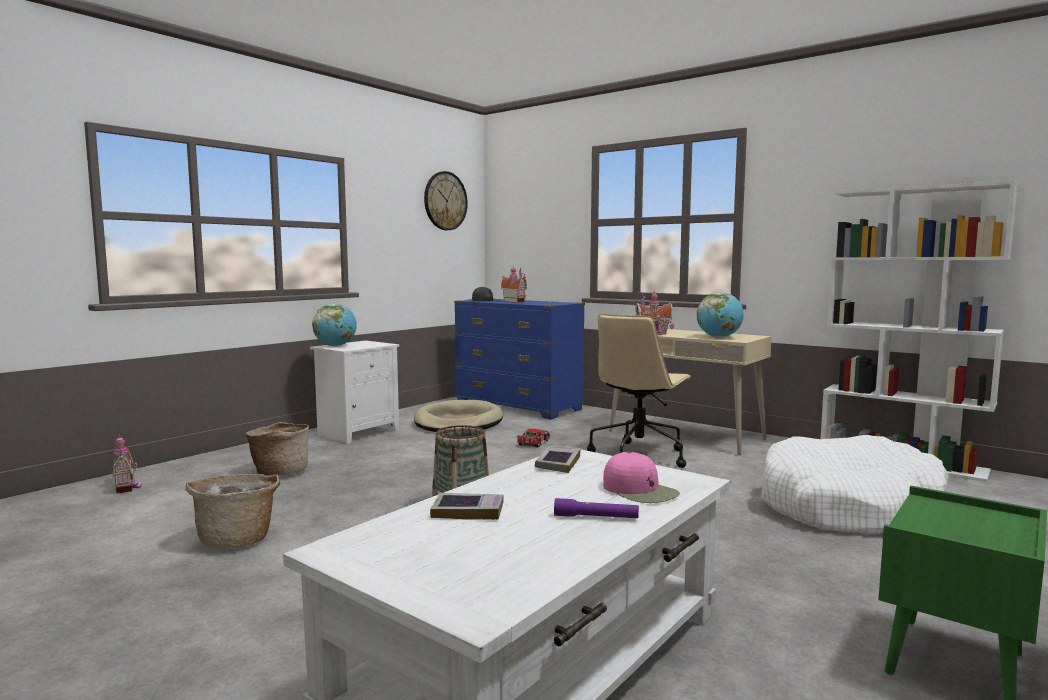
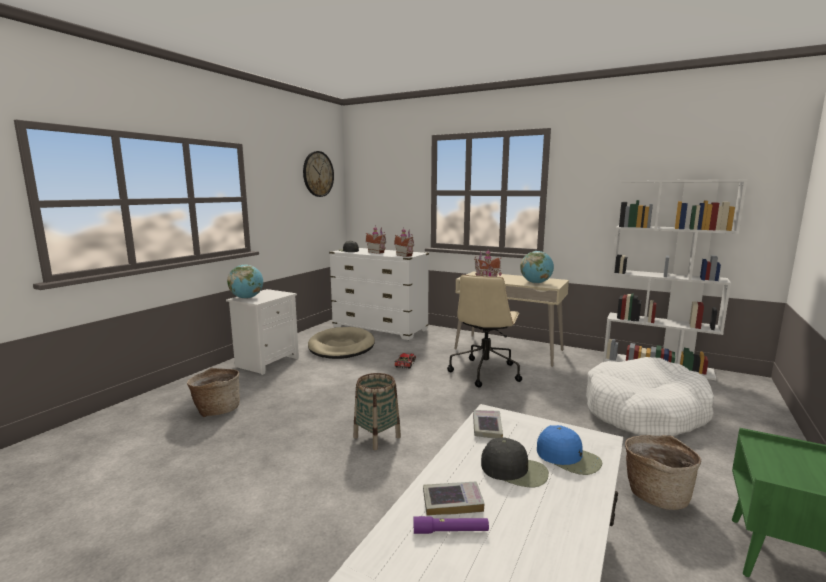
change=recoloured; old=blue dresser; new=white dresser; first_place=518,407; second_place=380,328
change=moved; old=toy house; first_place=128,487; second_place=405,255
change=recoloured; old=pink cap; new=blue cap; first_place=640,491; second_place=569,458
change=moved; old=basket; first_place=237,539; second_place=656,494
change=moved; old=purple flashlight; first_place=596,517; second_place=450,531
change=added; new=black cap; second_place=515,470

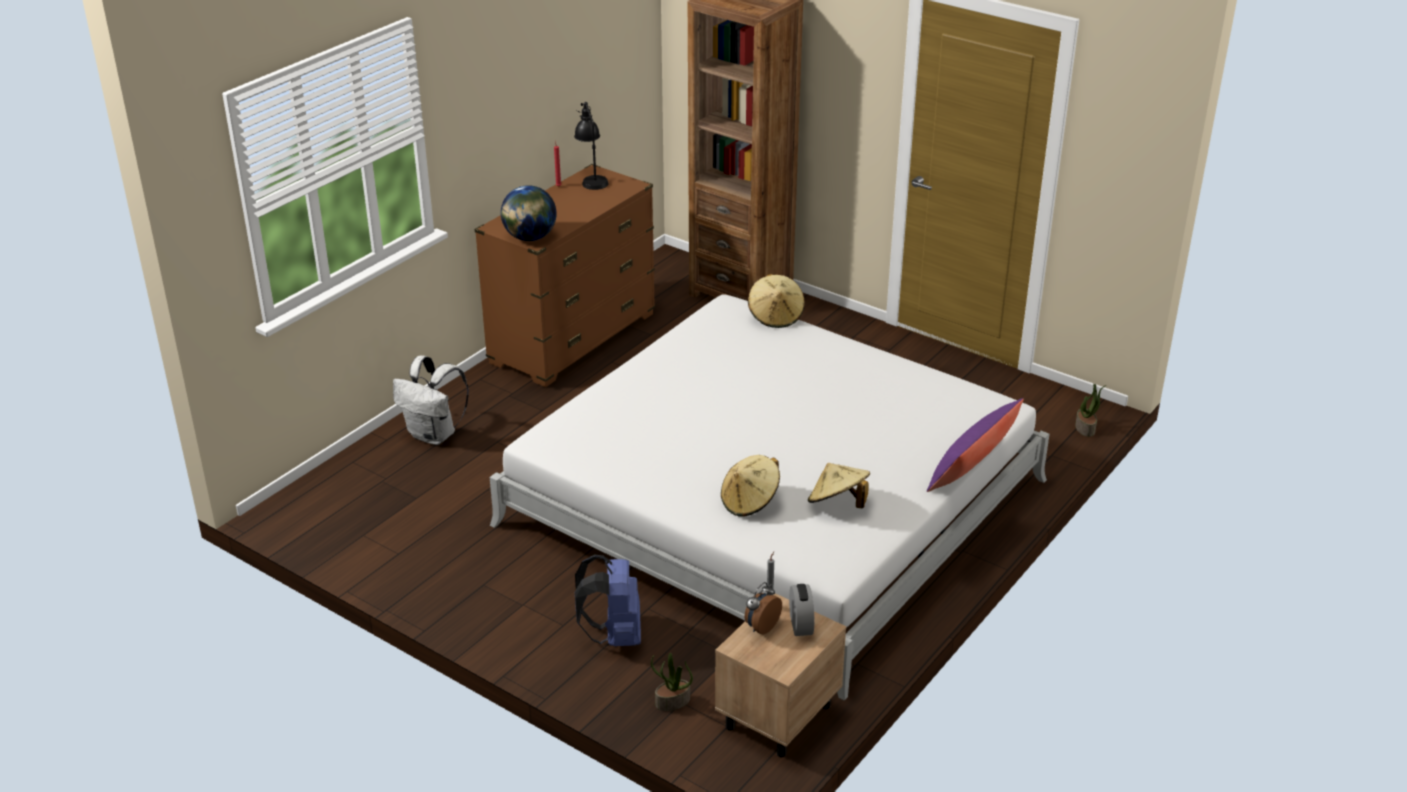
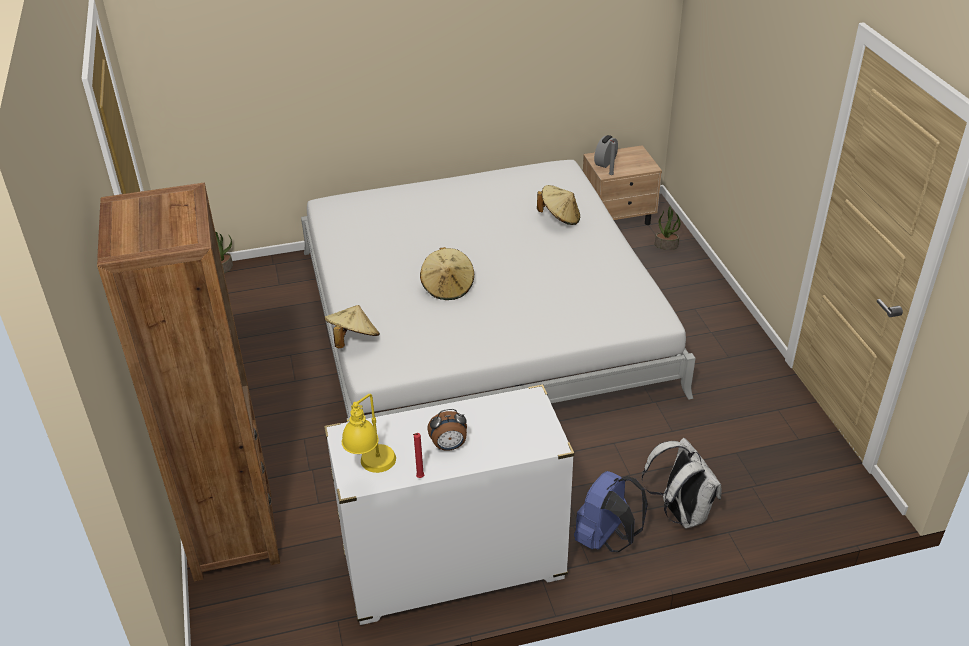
change=recoloured; old=black table lamp; new=yellow table lamp; first_place=591,179; second_place=372,470
change=recoloured; old=brown dresser; new=white dresser; first_place=573,339; second_place=453,567
change=removed; old=globe; first_place=530,238
change=removed; old=purple pillow; first_place=972,467
change=moved; old=beige hat; first_place=838,504; second_place=448,287
change=moved; old=blue backpack; first_place=614,635; second_place=606,539
change=moved; old=alarm clock; first_place=761,626; second_place=449,446

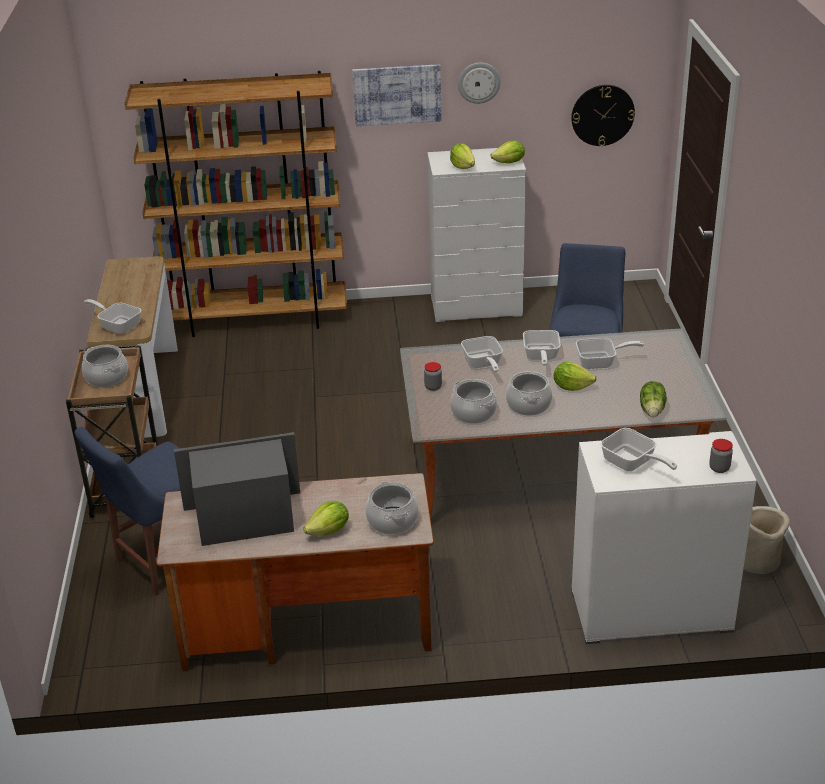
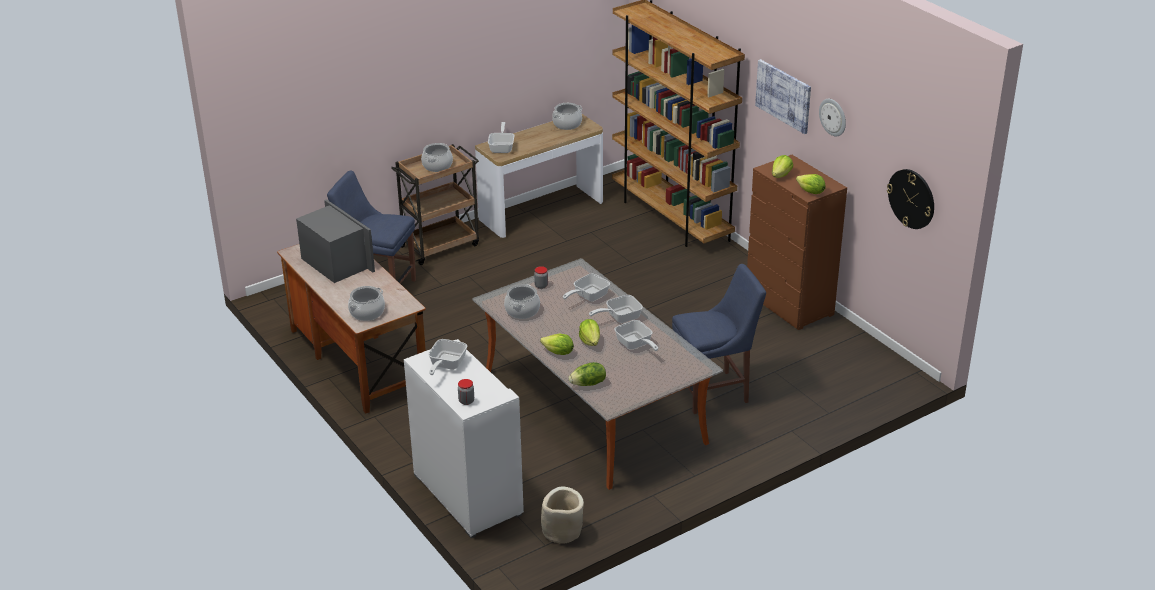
change=recoloured; old=white dresser; new=brown dresser; first_place=477,307; second_place=789,304
change=moved; old=cooking pot; first_place=529,405; second_place=567,124
change=moved; old=lettuce; first_place=329,531; second_place=558,353

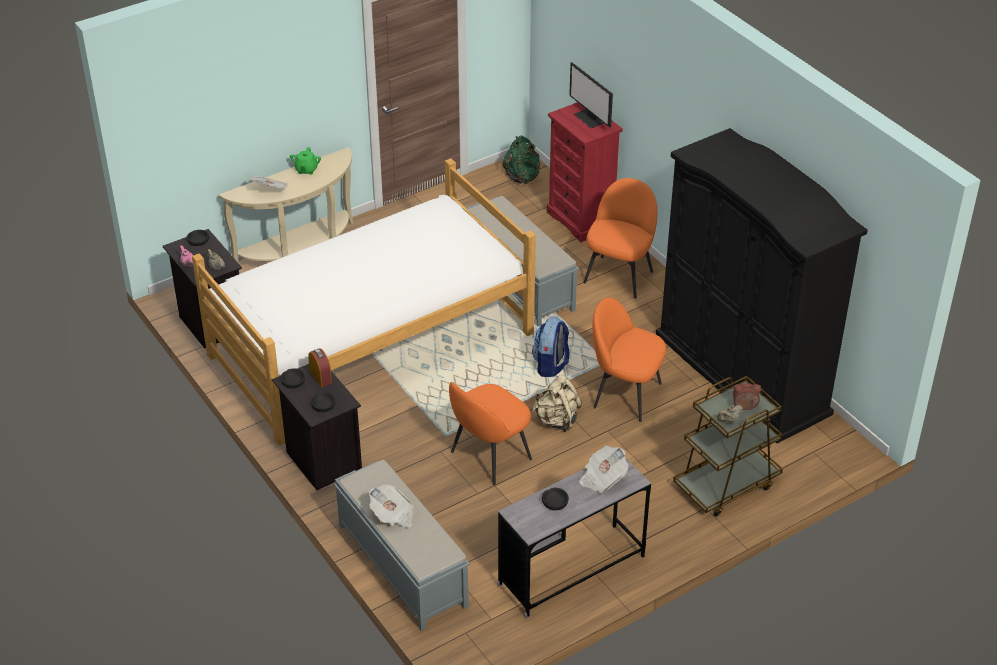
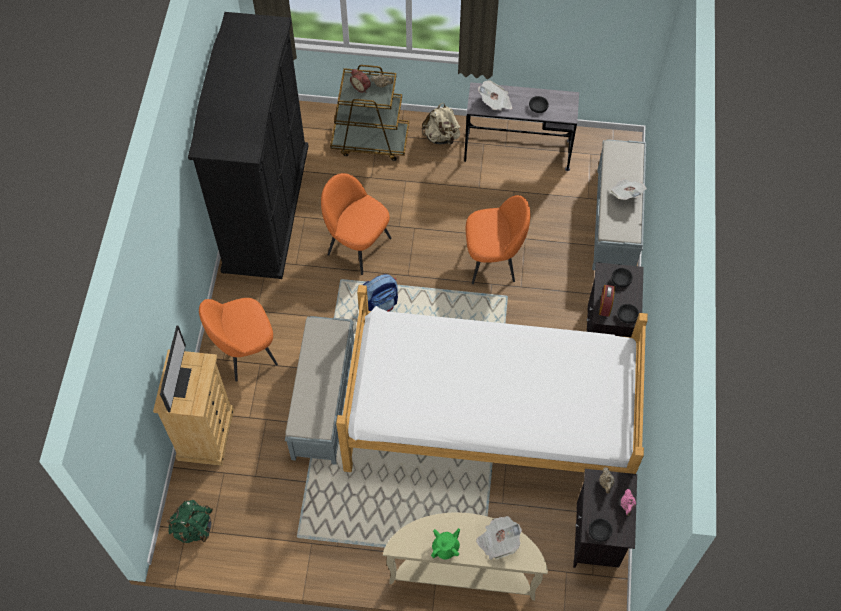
change=recoloured; old=red dresser; new=beige dresser; first_place=581,220; second_place=205,434
change=turned; old=orange chair; first_place=625,394; second_place=357,245; degrees=150
change=moved; old=beige backpack; first_place=557,420; second_place=441,136

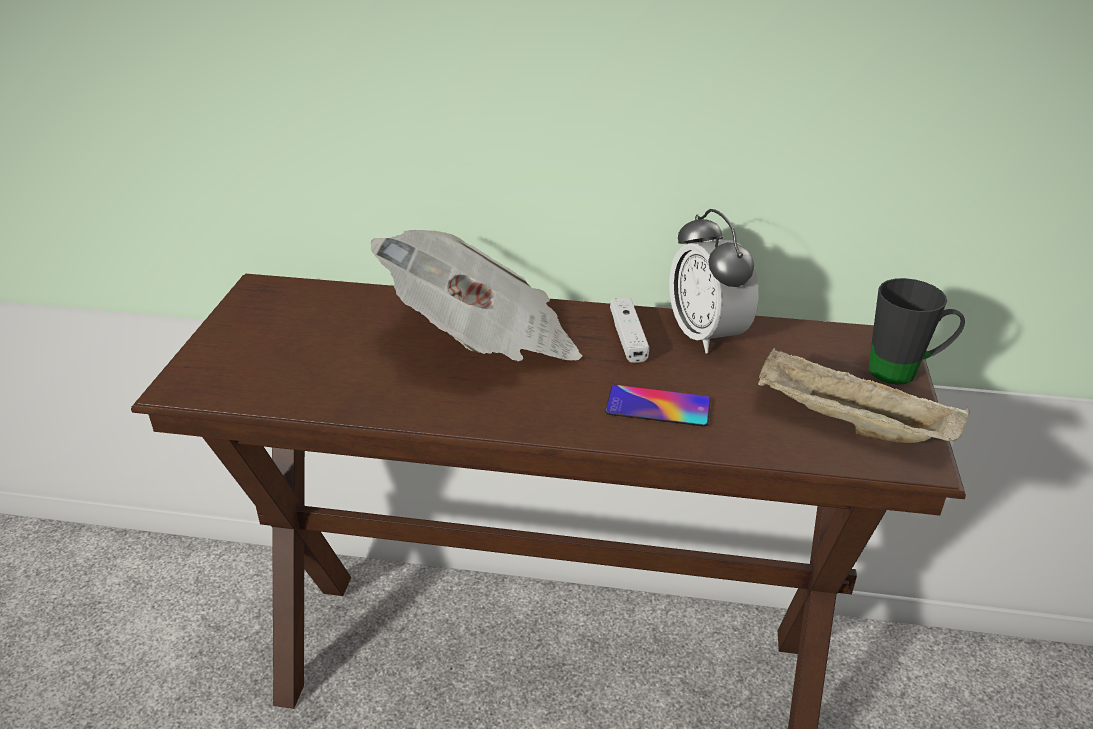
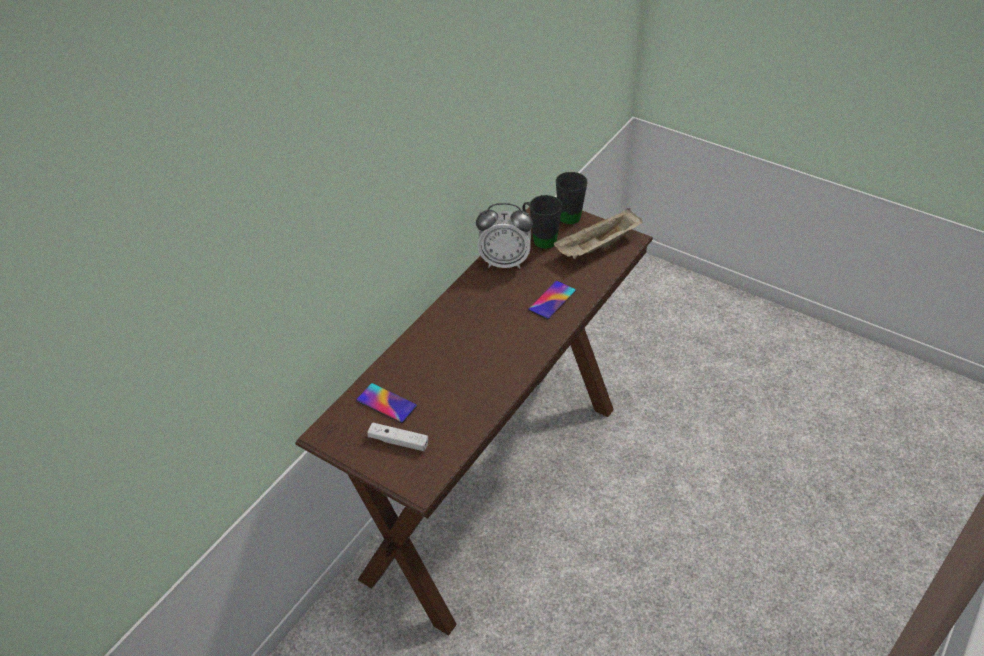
change=removed; old=newspaper; first_place=484,342
change=moved; old=white game controller; first_place=628,338; second_place=398,441
change=added; new=black mug; second_place=539,238
change=added; new=phone; second_place=386,403

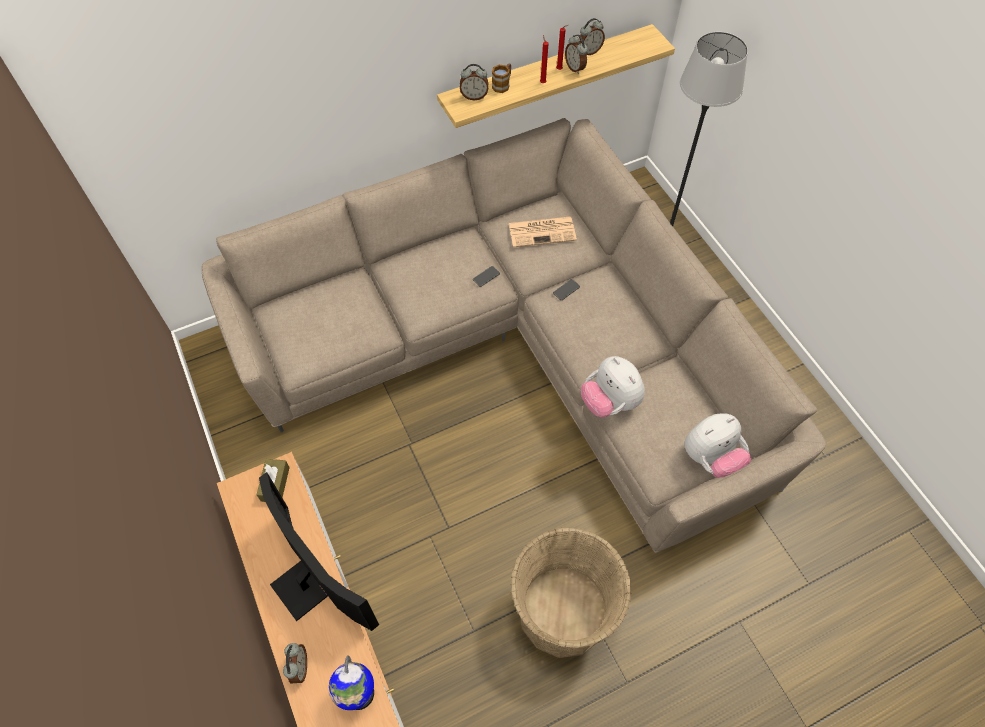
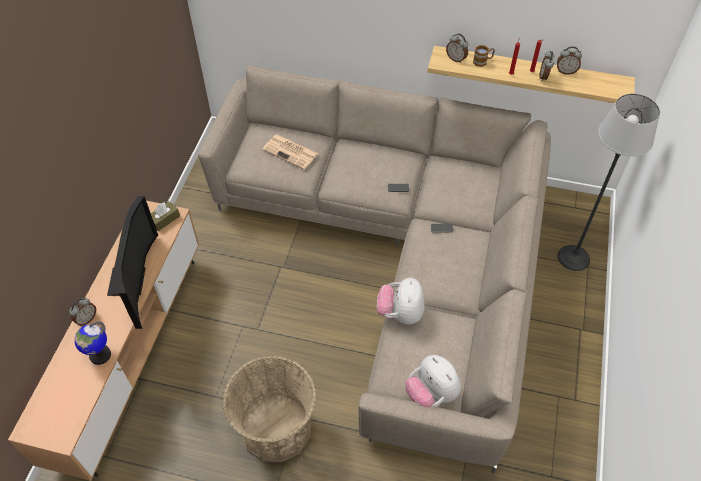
change=moved; old=newspaper; first_place=543,231; second_place=291,152
change=turned; old=plush toy; first_place=711,458; second_place=431,393; degrees=45

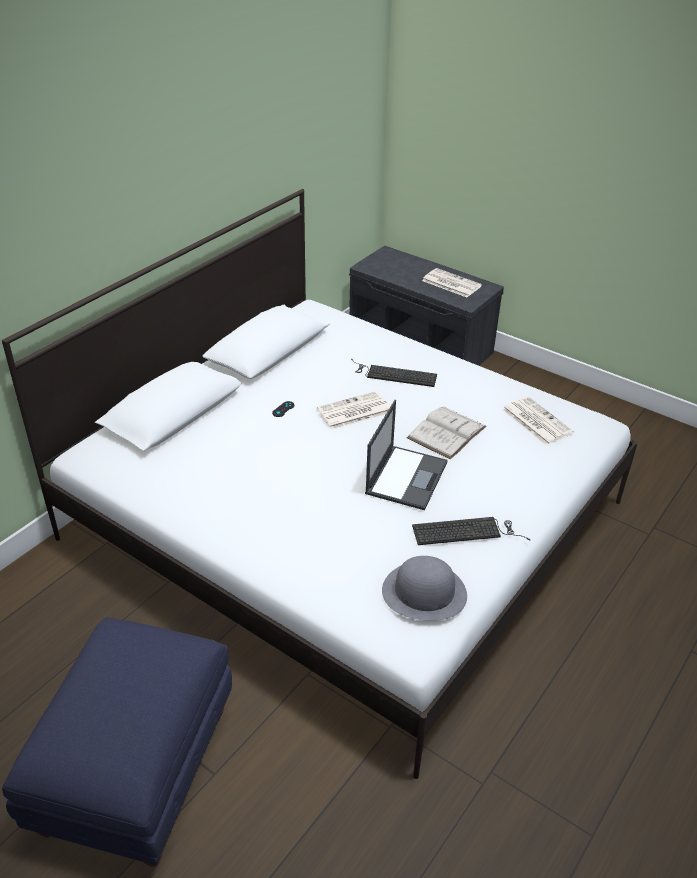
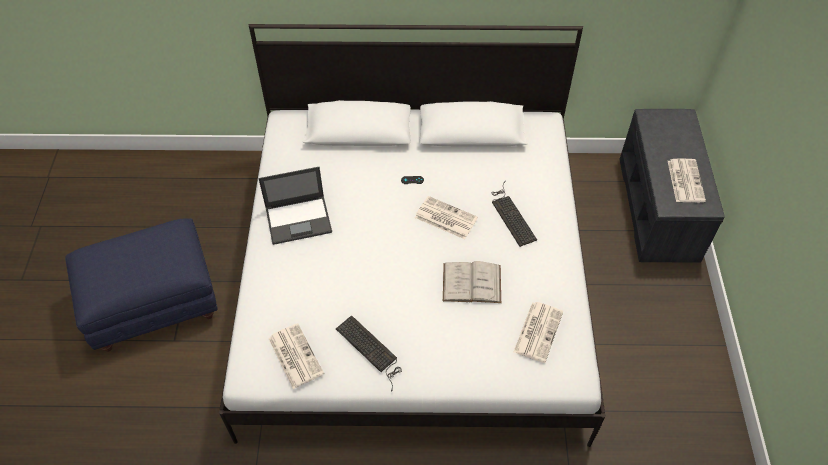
change=moved; old=laptop; first_place=406,477; second_place=299,219
change=replaced; old=grey hat; new=newspaper; first_place=424,592; second_place=294,355

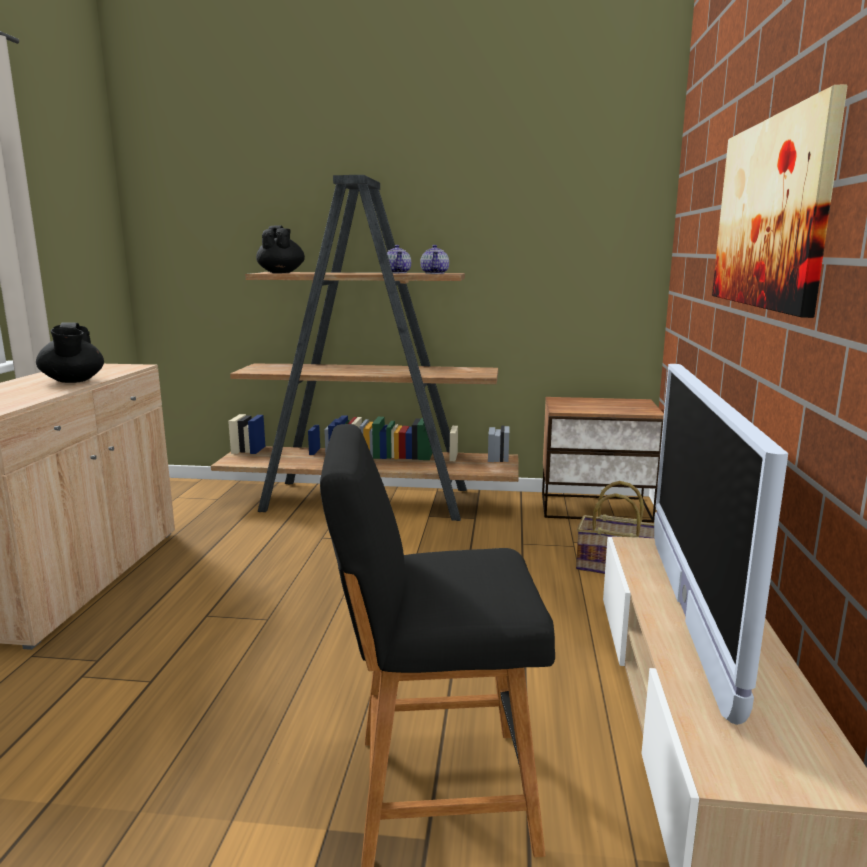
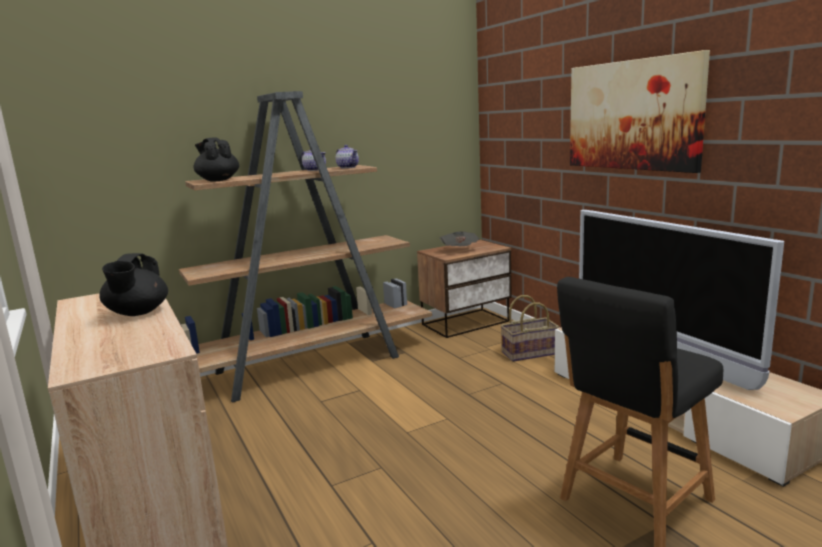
change=turned; old=black teapot; first_place=73,381; second_place=137,313; degrees=60
change=added; new=newspaper; second_place=460,250

